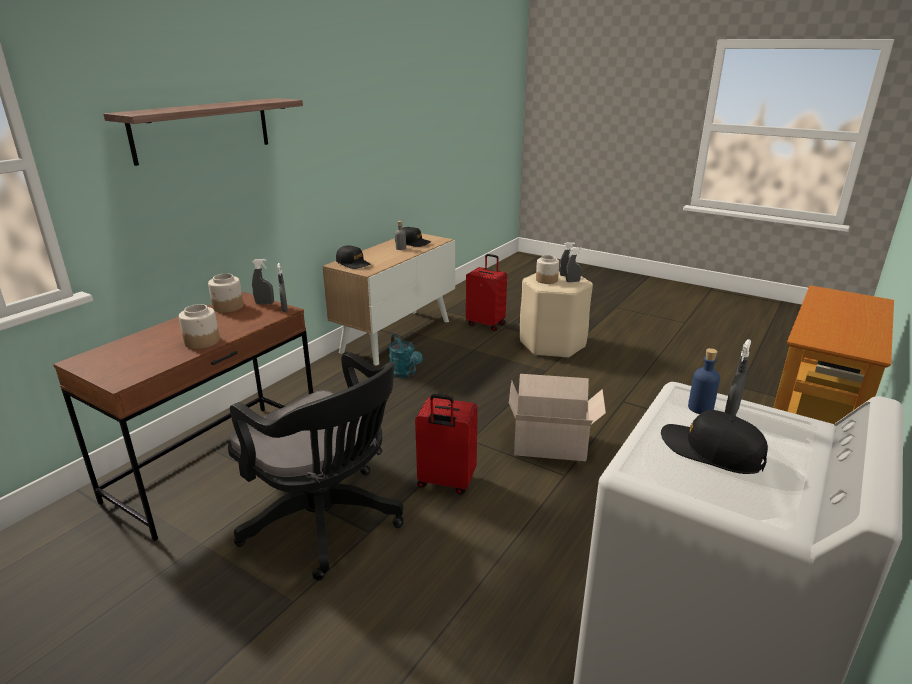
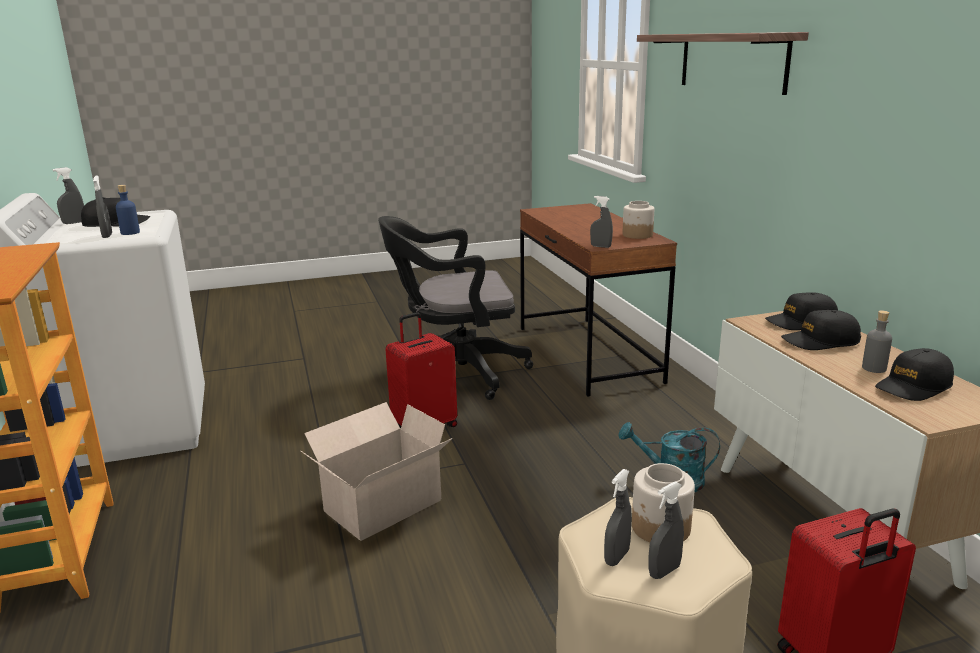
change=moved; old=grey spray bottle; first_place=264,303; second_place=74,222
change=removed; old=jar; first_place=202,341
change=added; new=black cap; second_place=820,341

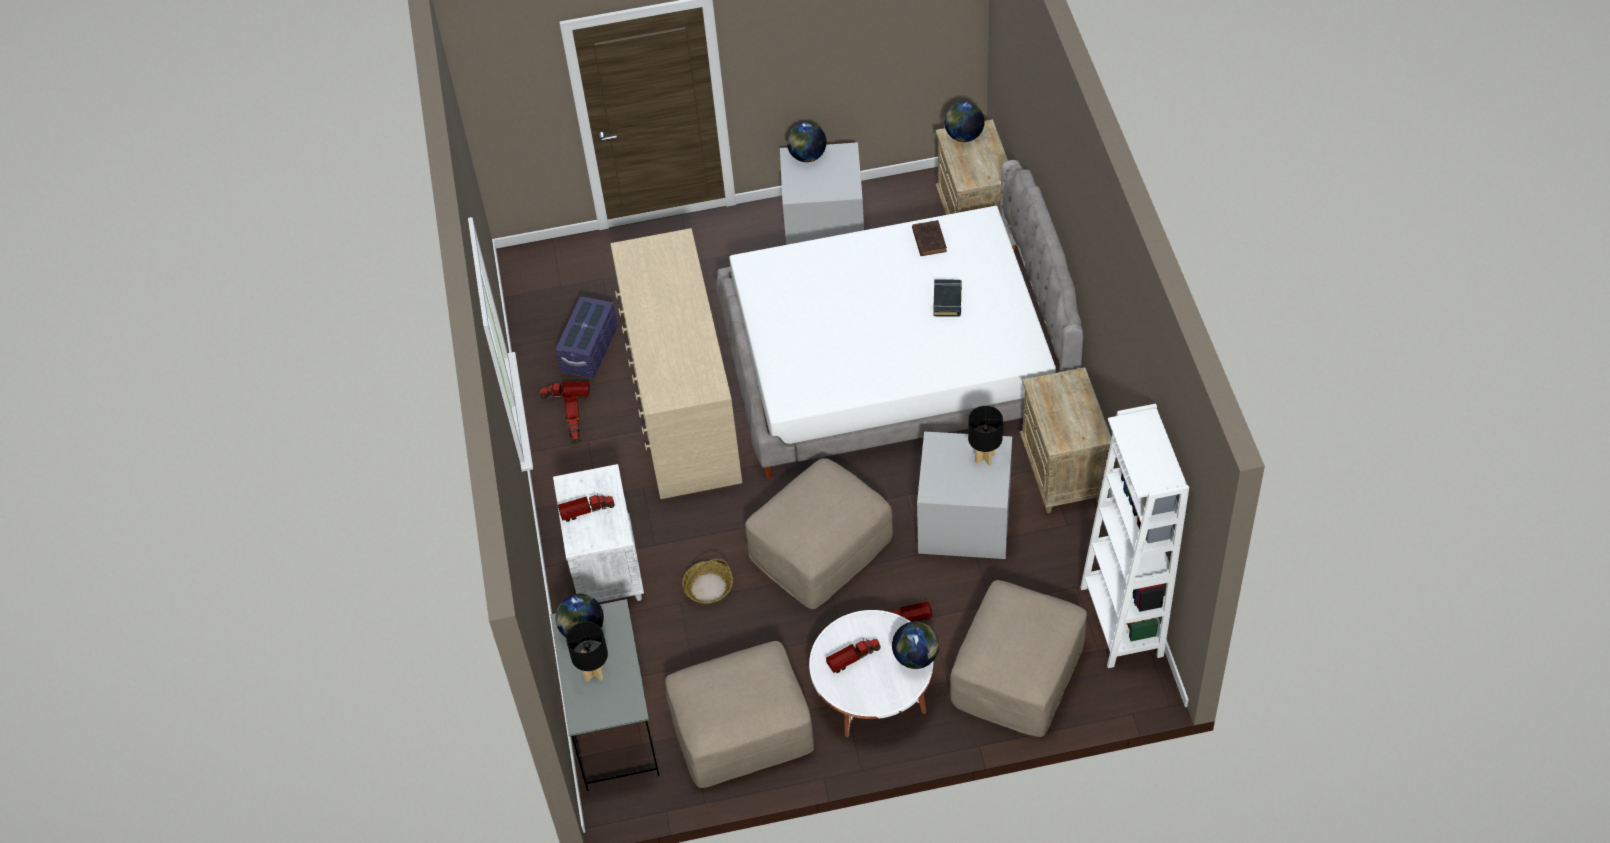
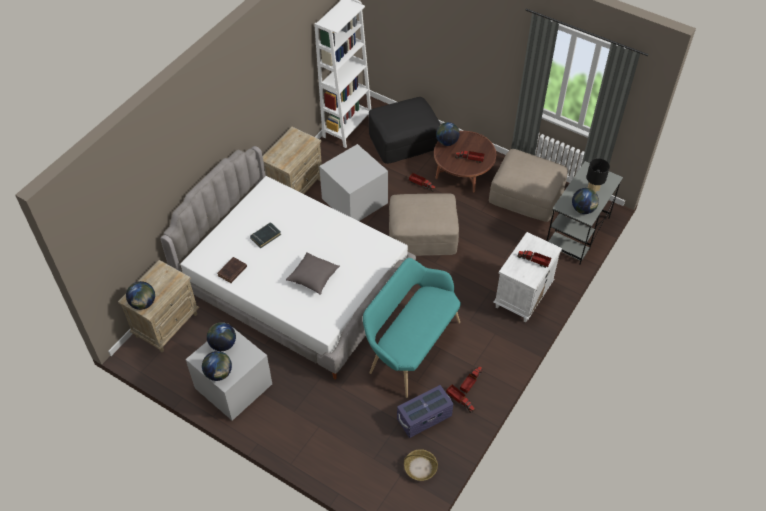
change=replaced; old=beige dresser; new=turquoise bench; first_place=682,405; second_place=410,346
change=removed; old=black table lamp; first_place=985,457
change=moved; old=basket; first_place=708,587; second_place=420,468
change=recoloured; old=beige ottoman; new=black ottoman; first_place=1018,672; second_place=404,140
change=recoloured; old=white coffee table; new=brown coffee table; first_place=872,690; second_place=463,172
change=added; new=grey pillow; second_place=313,278
change=added; new=globe; second_place=223,344

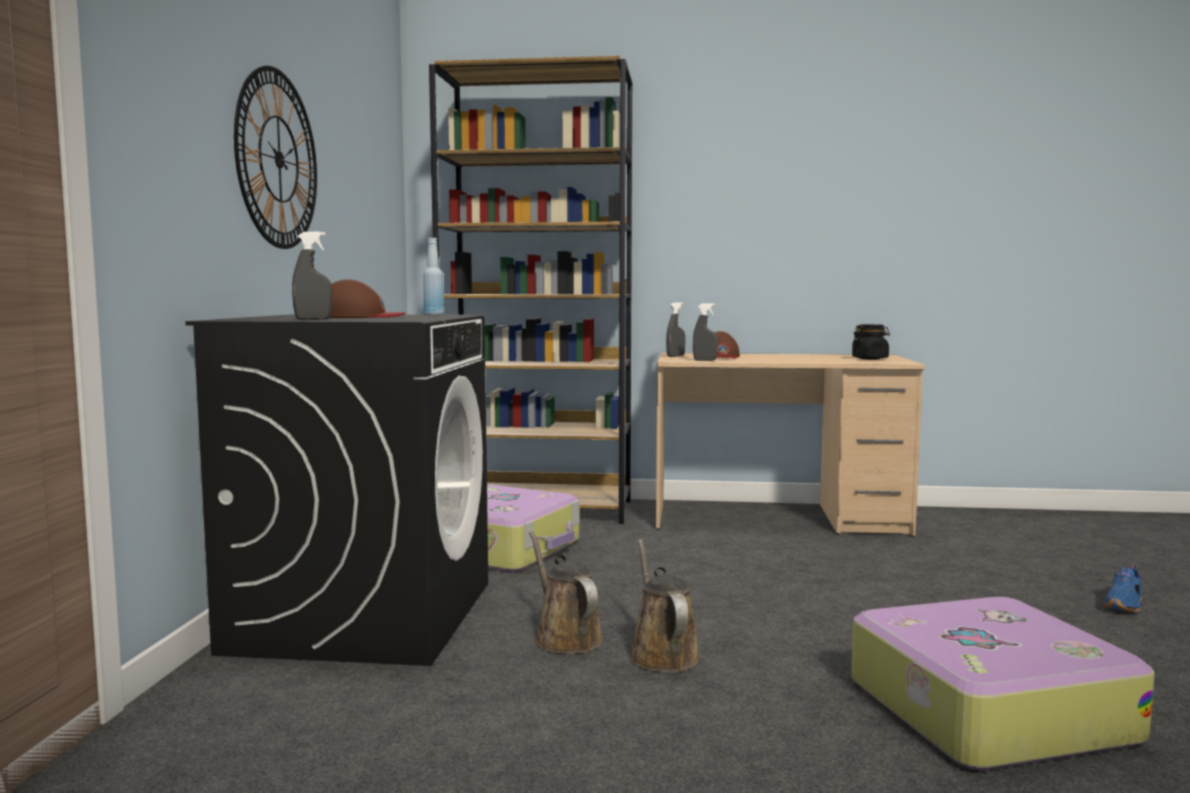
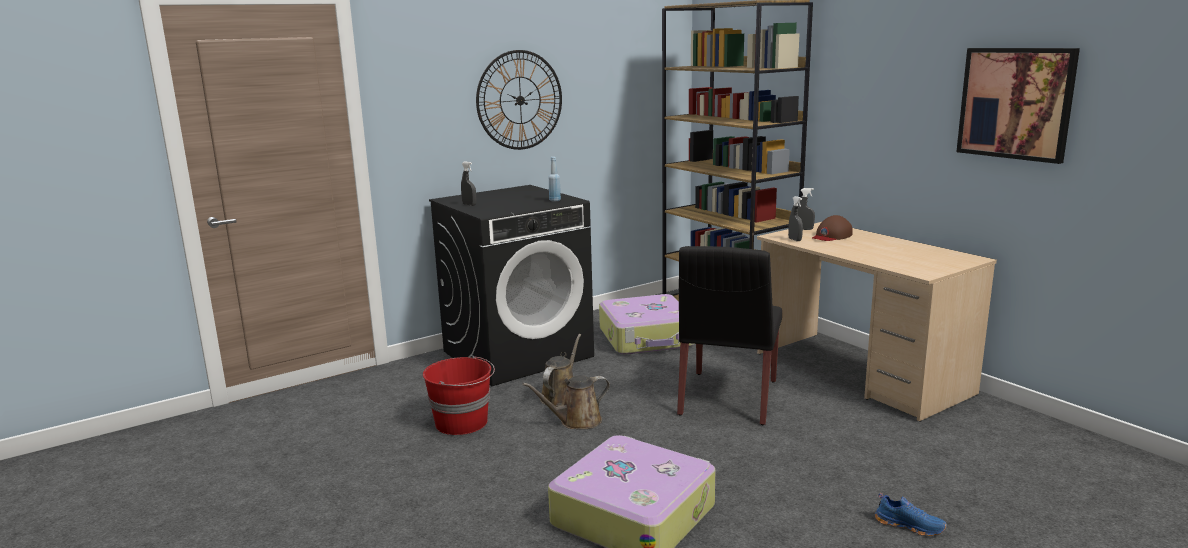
change=removed; old=brown cap; first_place=357,317
change=removed; old=black jar; first_place=870,358
change=turned; old=brown watering can; first_place=662,654; second_place=576,421; degrees=-150
change=turned; old=blue shoe; first_place=1125,605; second_place=909,525; degrees=-150
change=added; new=picture; second_place=1016,103
change=added; new=black chair; second_place=728,398
change=added; new=red bucket; second_place=462,422

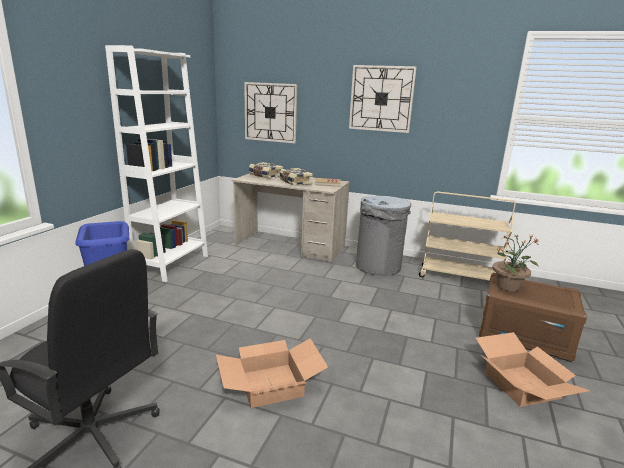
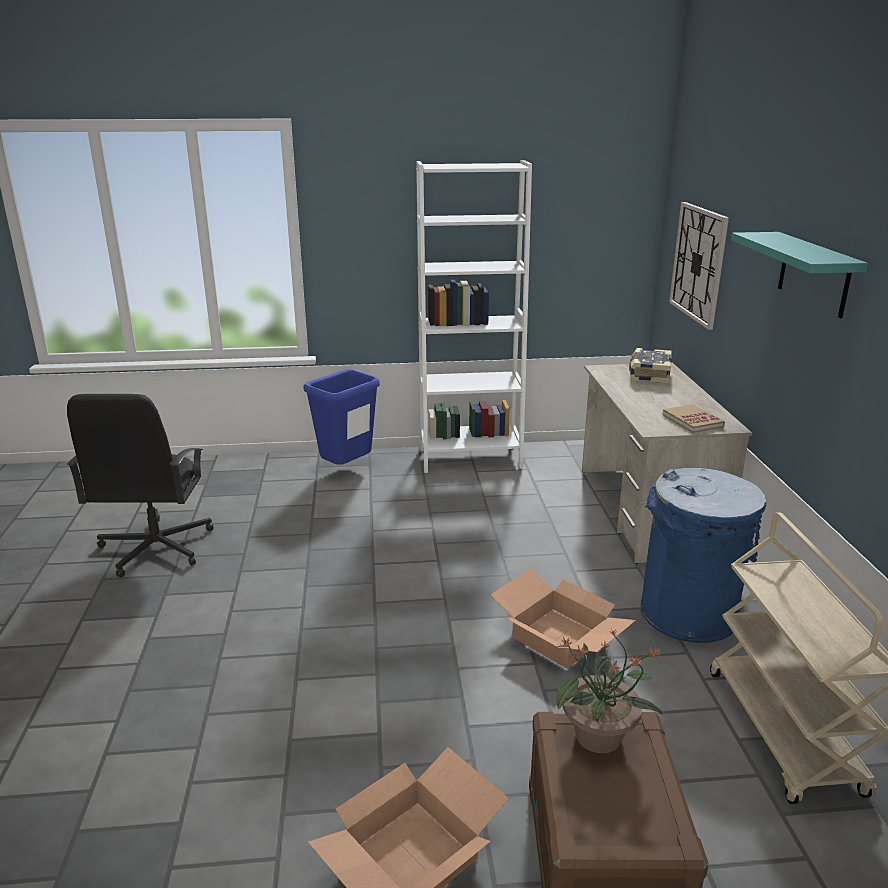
change=replaced; old=wall clock; new=turquoise shelf; first_place=381,98; second_place=814,274
change=removed; old=book; first_place=294,182
change=recoloured; old=grey trash can; new=blue trash can; first_place=378,267; second_place=688,615
change=moved; old=cardboard box; first_place=271,384; second_place=561,637

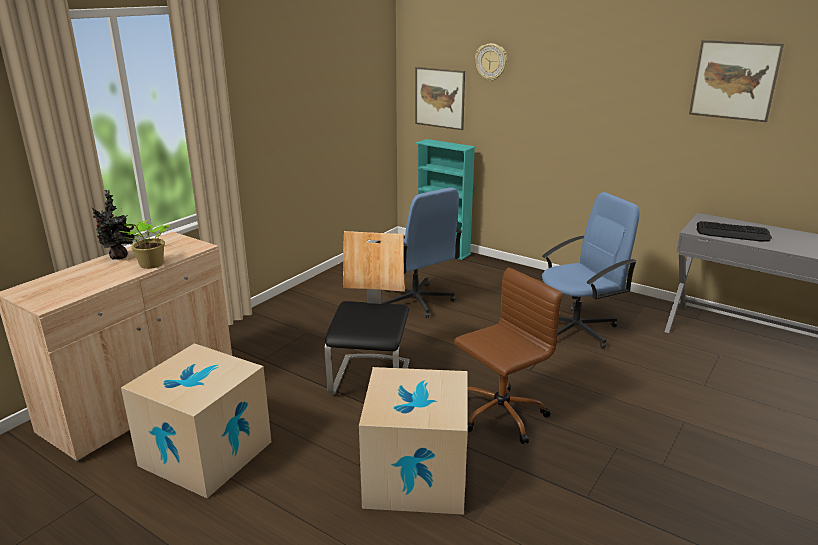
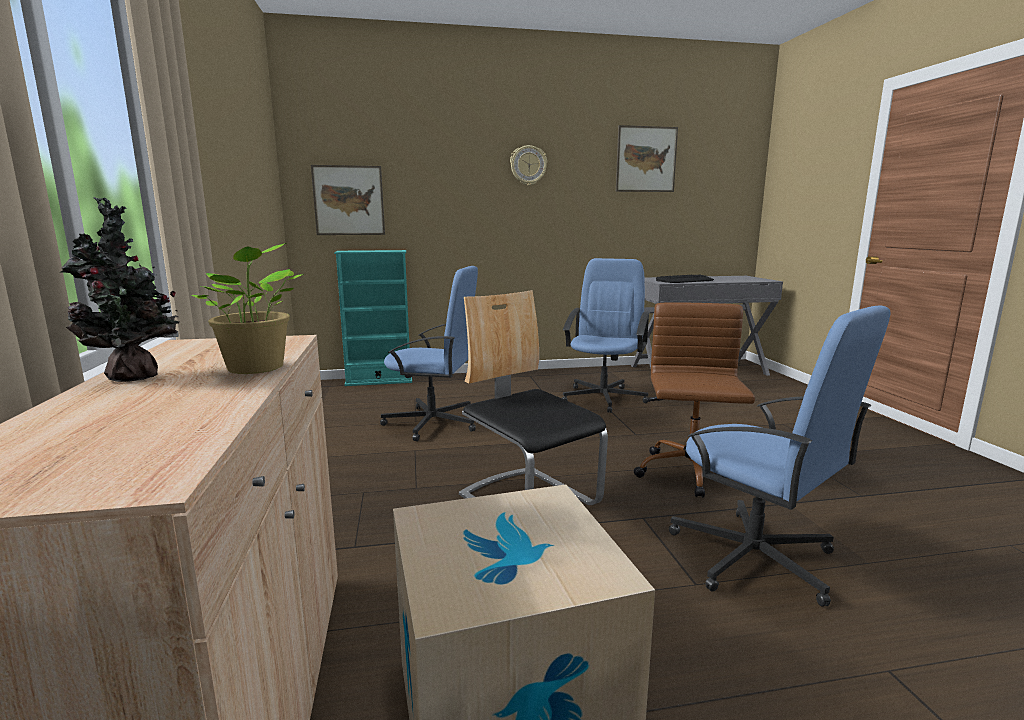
change=moved; old=wall clock; first_place=491,62; second_place=528,165
change=replaced; old=cardboard box; new=blue office chair; first_place=416,476; second_place=755,558

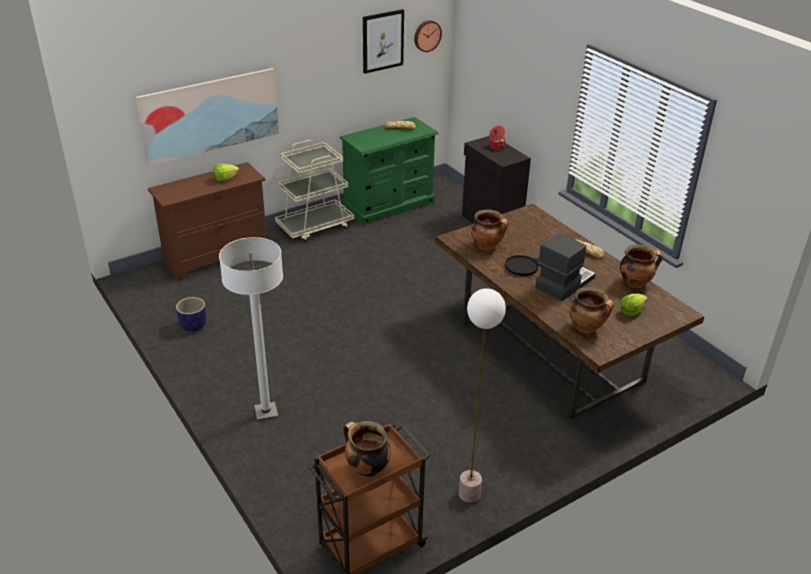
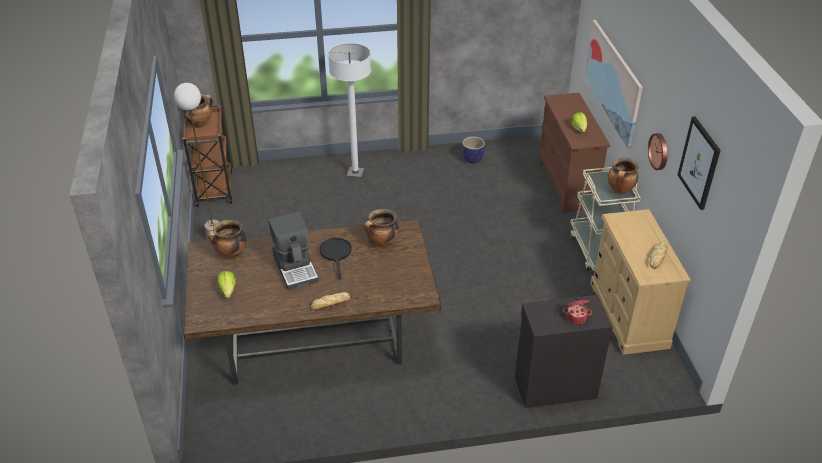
change=moved; old=wall clock; first_place=427,35; second_place=659,151
change=recoloured; old=green dresser; new=beige dresser; first_place=389,205; second_place=628,315
change=moved; old=cooking pot; first_place=635,283; second_place=620,190

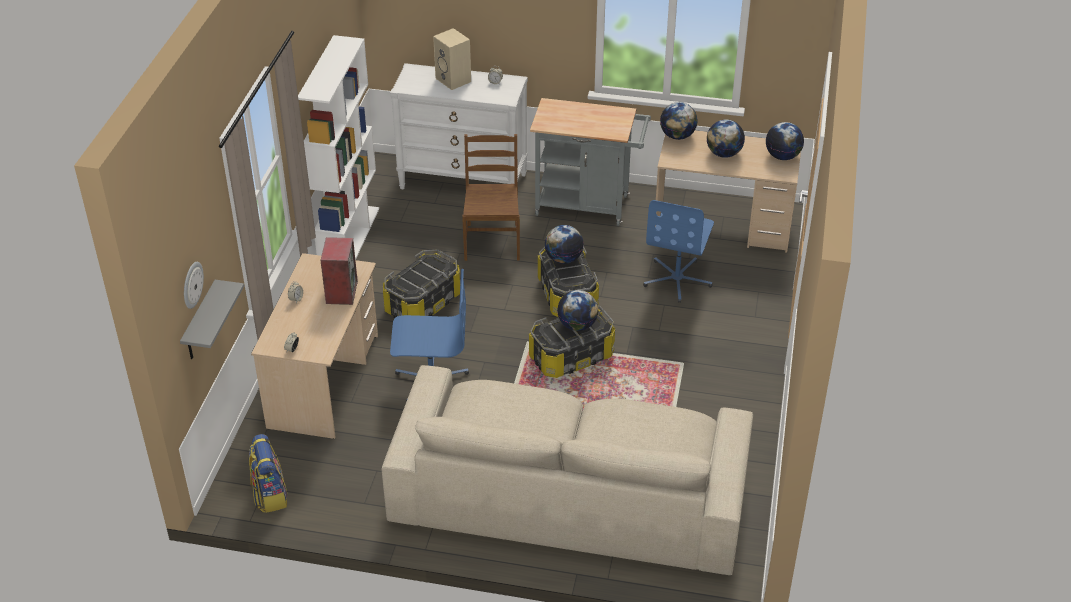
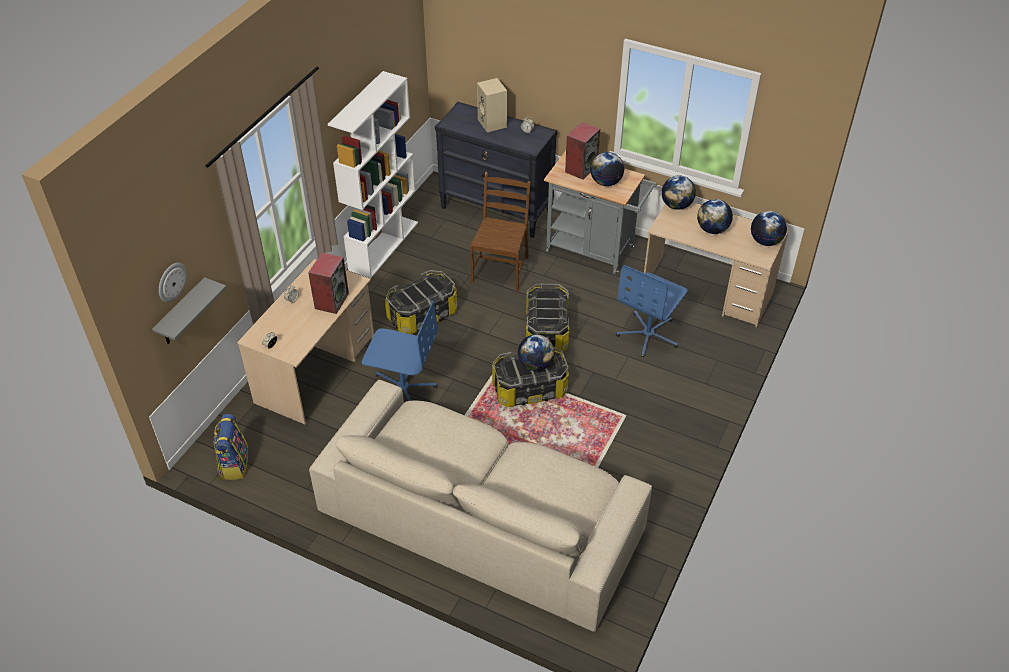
change=recoloured; old=white dresser; new=black dresser; first_place=463,181; second_place=497,210
change=moved; old=globe; first_place=563,259; second_place=606,182
change=added; new=speaker; second_place=581,168

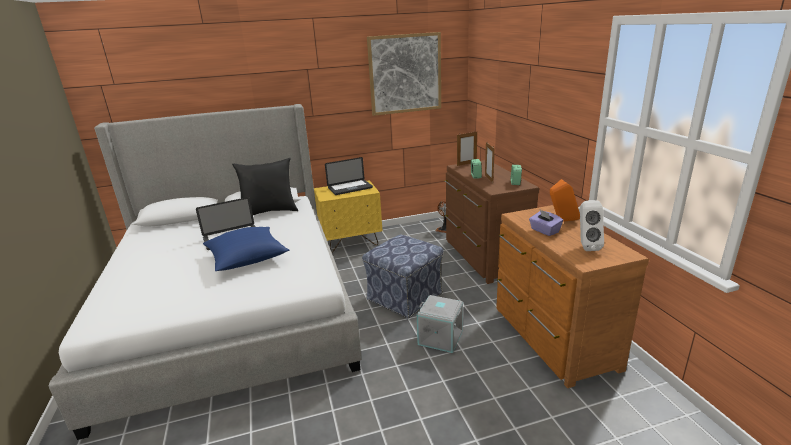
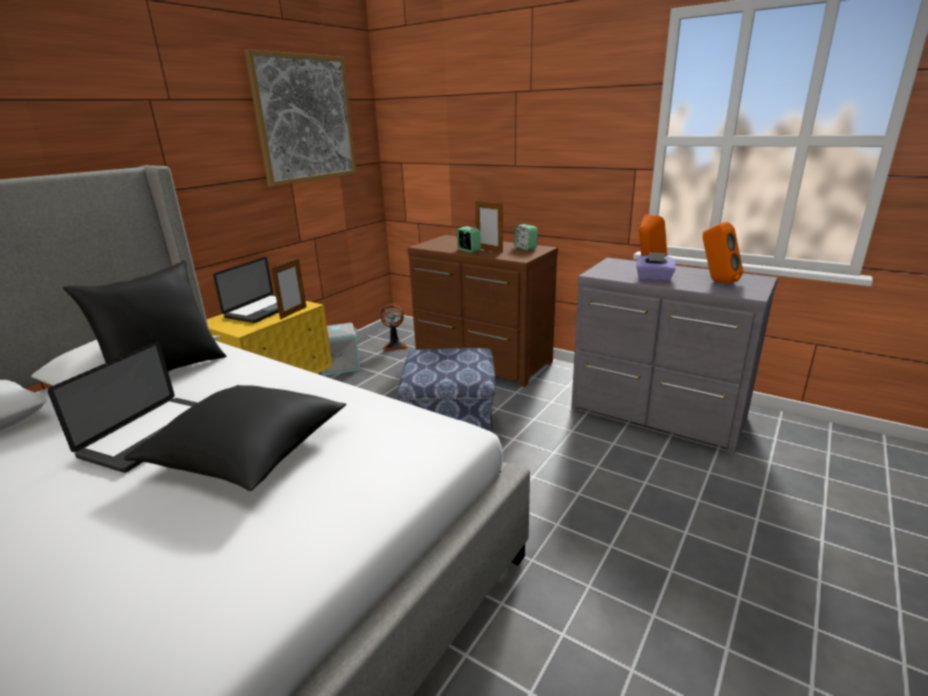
change=moved; old=picture frame; first_place=466,164; second_place=293,313
change=recoloured; old=white speaker; new=orange speaker; first_place=586,246; second_place=716,281
change=recoloured; old=brown dresser; new=grey dresser; first_place=552,338; second_place=657,415
change=recoloured; old=blue pillow; new=black pillow; first_place=247,258; second_place=248,453
change=moved; old=grey storage box; first_place=441,337; second_place=340,365

